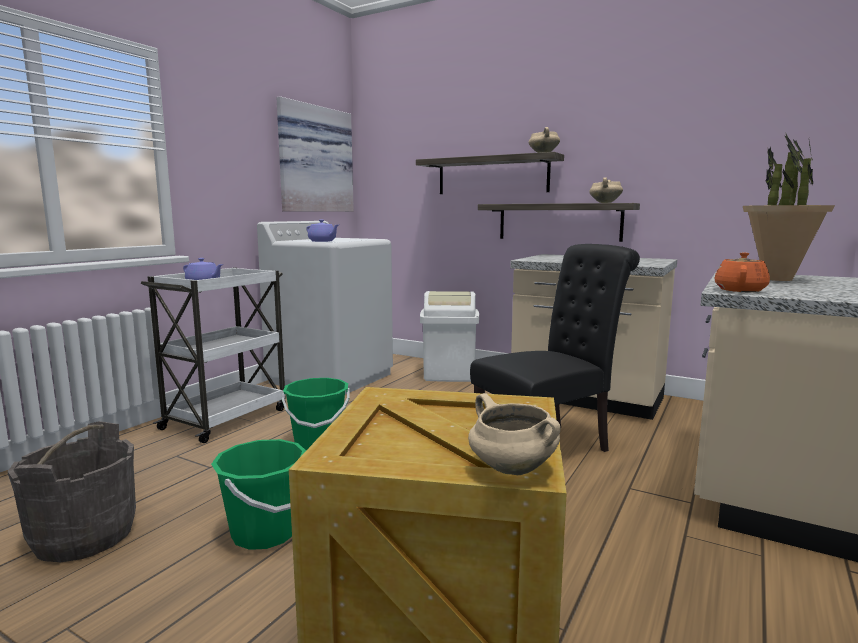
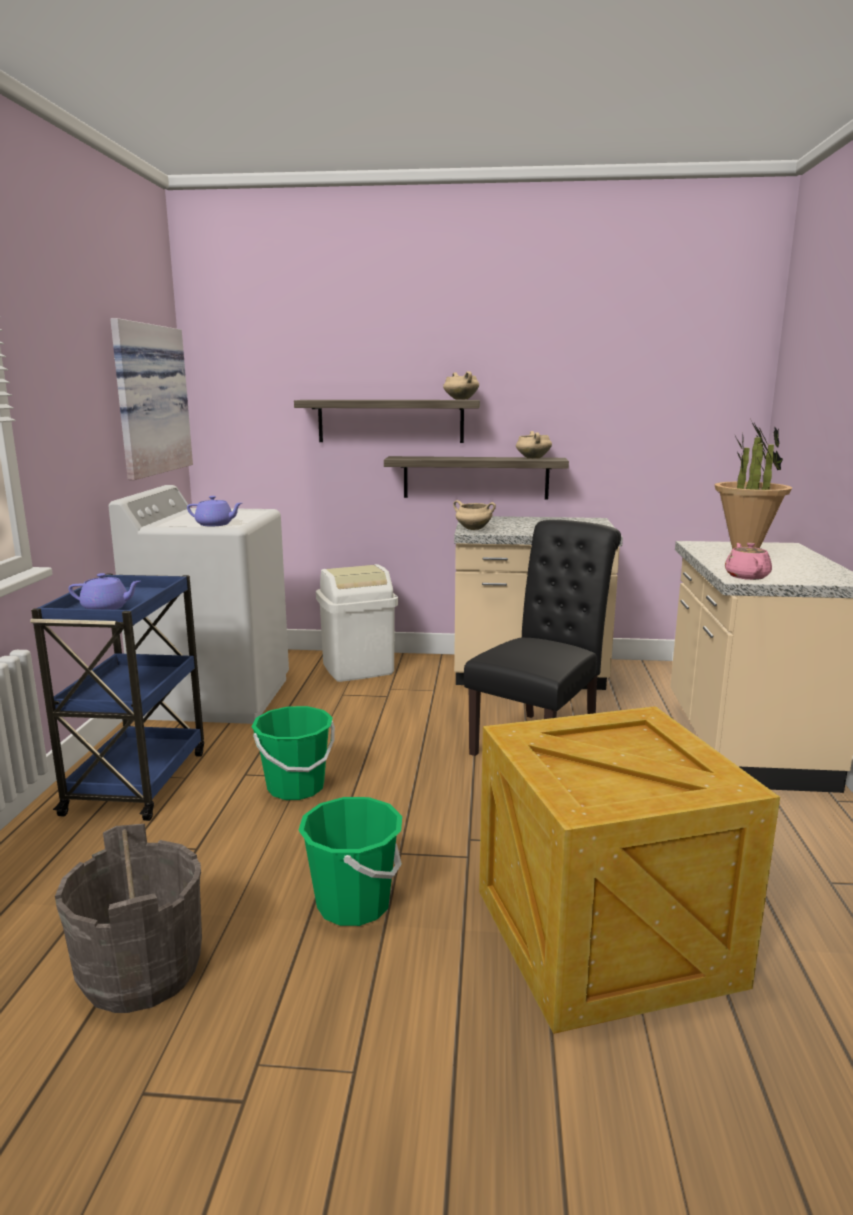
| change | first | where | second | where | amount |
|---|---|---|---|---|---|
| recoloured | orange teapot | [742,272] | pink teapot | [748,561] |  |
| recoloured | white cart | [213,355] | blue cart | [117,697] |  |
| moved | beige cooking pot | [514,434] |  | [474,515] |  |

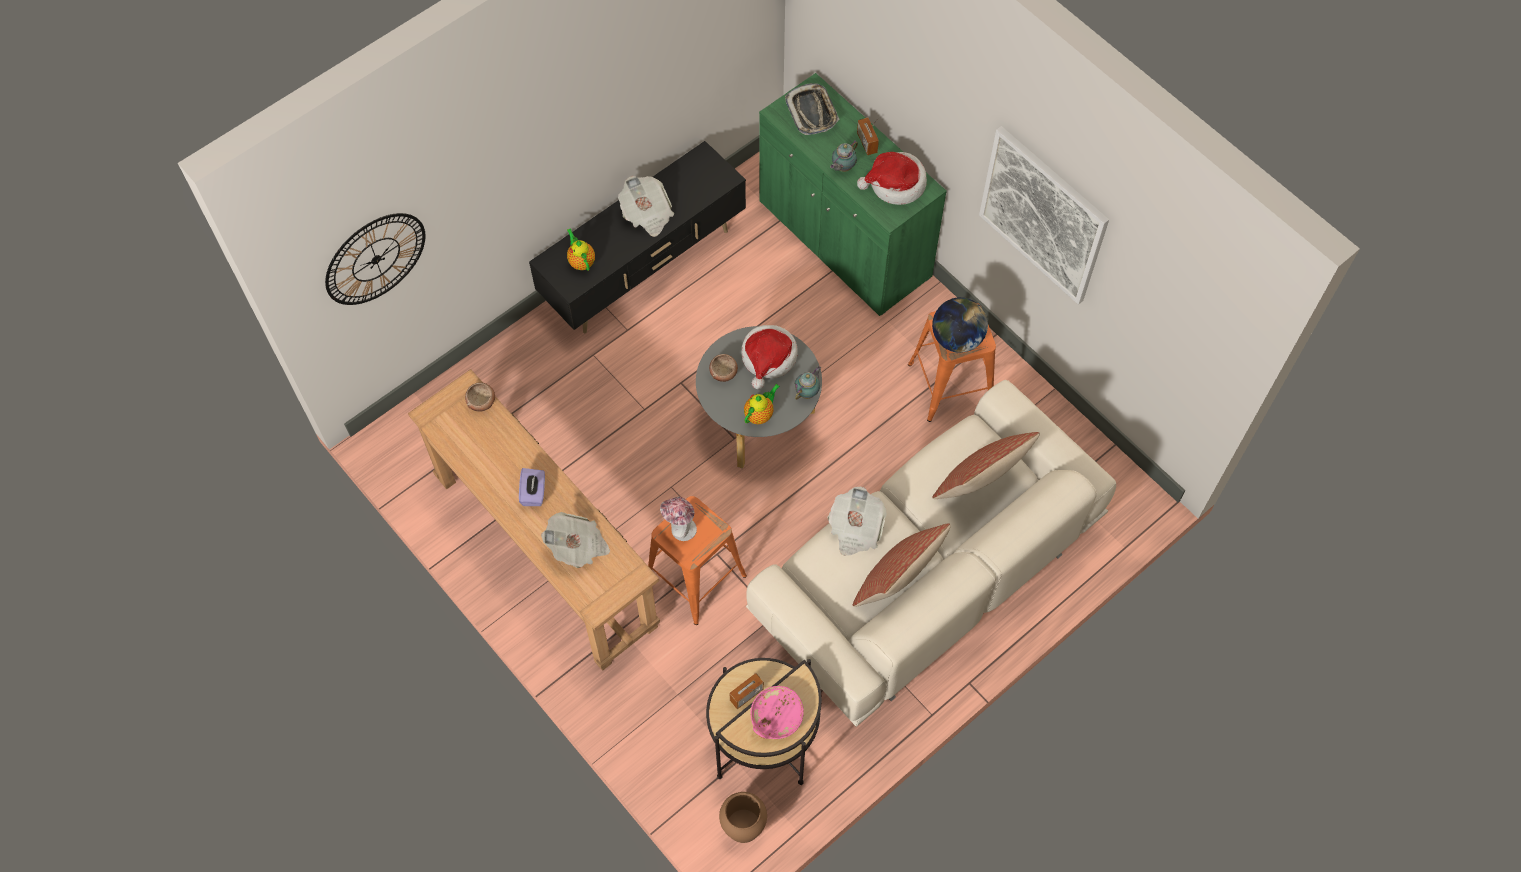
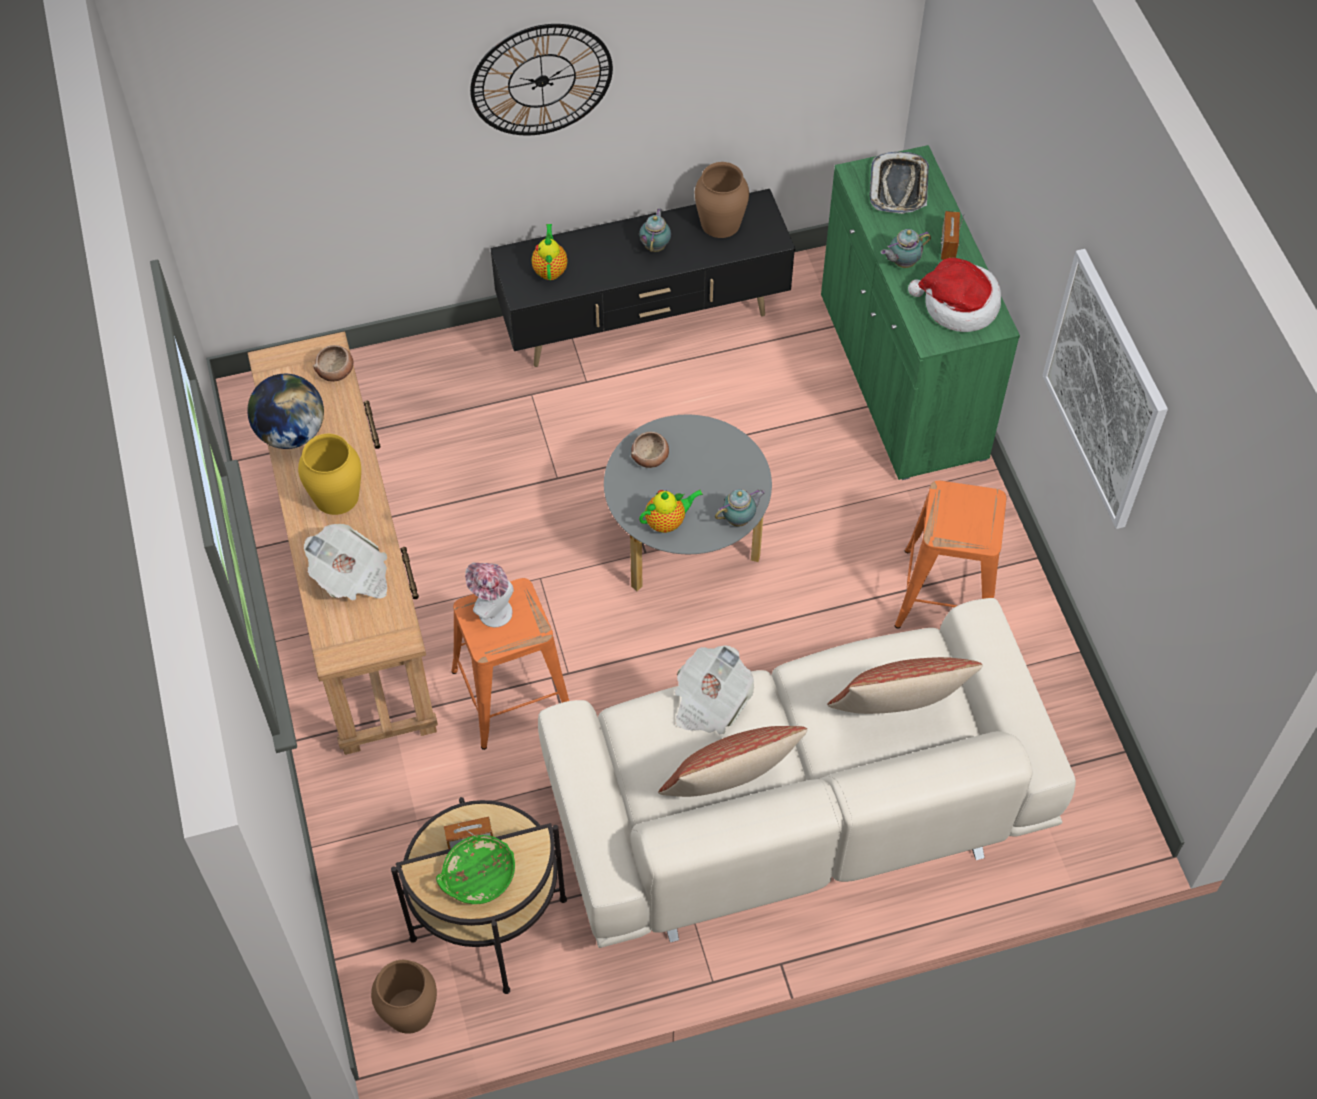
| change | first | where | second | where | amount |
|---|---|---|---|---|---|
| replaced | newspaper | [646,206] | teapot | [655,230] |  |
| moved | wall clock | [375,259] |  | [541,80] |  |
| moved | globe | [960,325] |  | [285,411] |  |
| removed | hat | [769,357] |  |  |  |
| replaced | purple tissue box | [532,487] | yellow vase | [329,474] |  |
| recoloured | pink bowl | [777,712] | green bowl | [475,869] |  |
| added |  |  | brown vase | [722,200] |  |

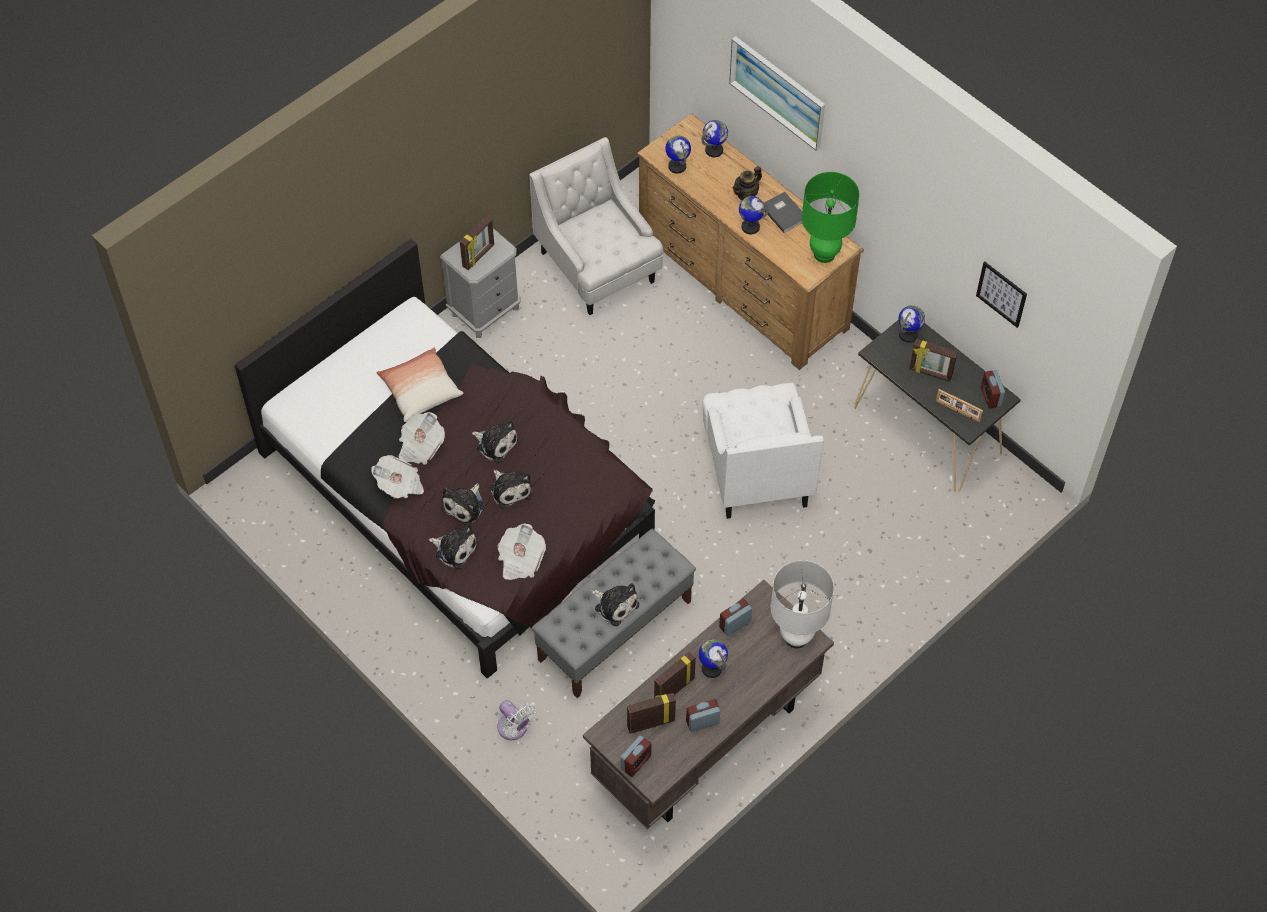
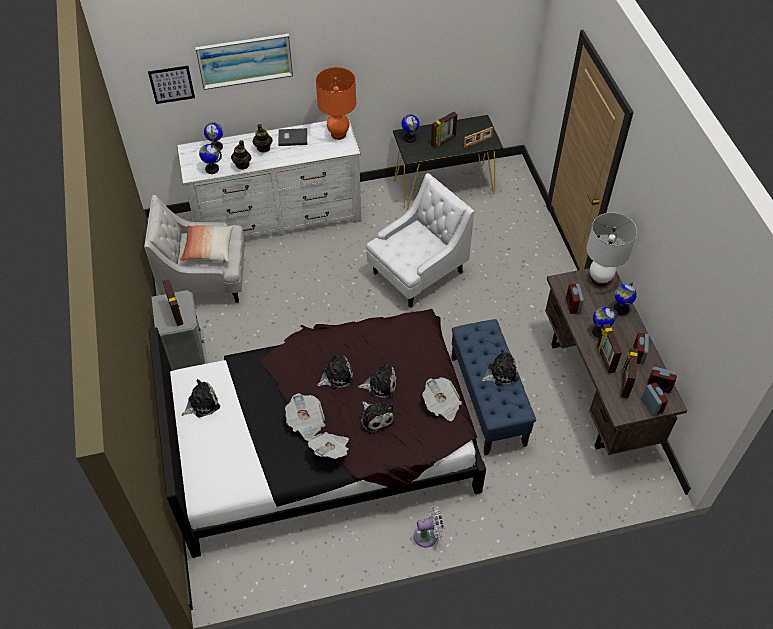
| change | first | where | second | where | amount |
|---|---|---|---|---|---|
| recoloured | brown dresser | [750,241] | white dresser | [269,177] |  |
| recoloured | green table lamp | [831,217] | orange table lamp | [336,103] |  |
| moved | globe | [754,215] |  | [625,299] |  |
| moved | picture | [1001,295] |  | [171,85] |  |
| moved | pillow | [420,384] |  | [206,243] |  |
| moved | alarm clock | [993,389] |  | [662,380] |  |
| turned | white armchair | [763,451] |  | [420,240] | 60 degrees counterclockwise |
| moved | plush toy | [453,546] |  | [201,398] |  |
| recoloured | grey bench | [614,613] | blue bench | [493,387] |  |
| moved | white fan | [516,720] |  | [429,527] |  |
| added |  |  | teapot | [241,154] |  |

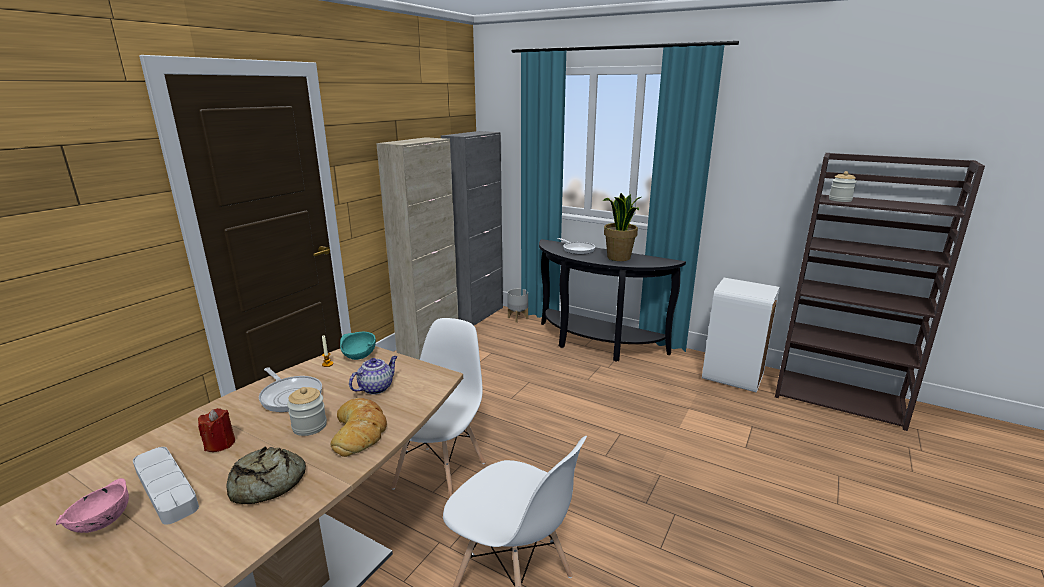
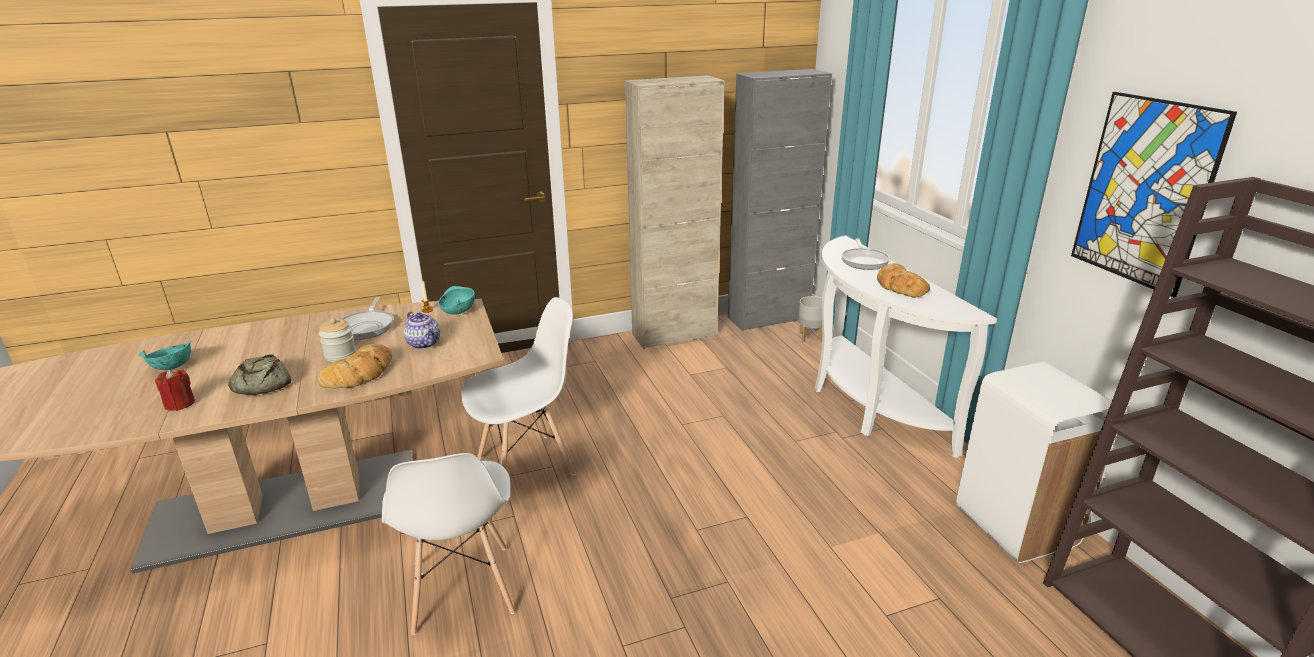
| change | first | where | second | where | amount |
|---|---|---|---|---|---|
| removed | jar | [842,186] |  |  |  |
| replaced | potted plant | [622,227] | bread | [903,280] |  |
| recoloured | black console table | [612,300] | white console table | [906,346] |  |
| turned | teapot | [373,375] |  | [421,330] | 60 degrees clockwise |
| moved | red candle | [216,430] |  | [175,390] |  |
| removed | grey tray | [166,485] |  |  |  |
| recoloured | pink bowl | [92,505] | turquoise bowl | [165,355] |  |
| added |  |  | picture | [1154,195] |  |

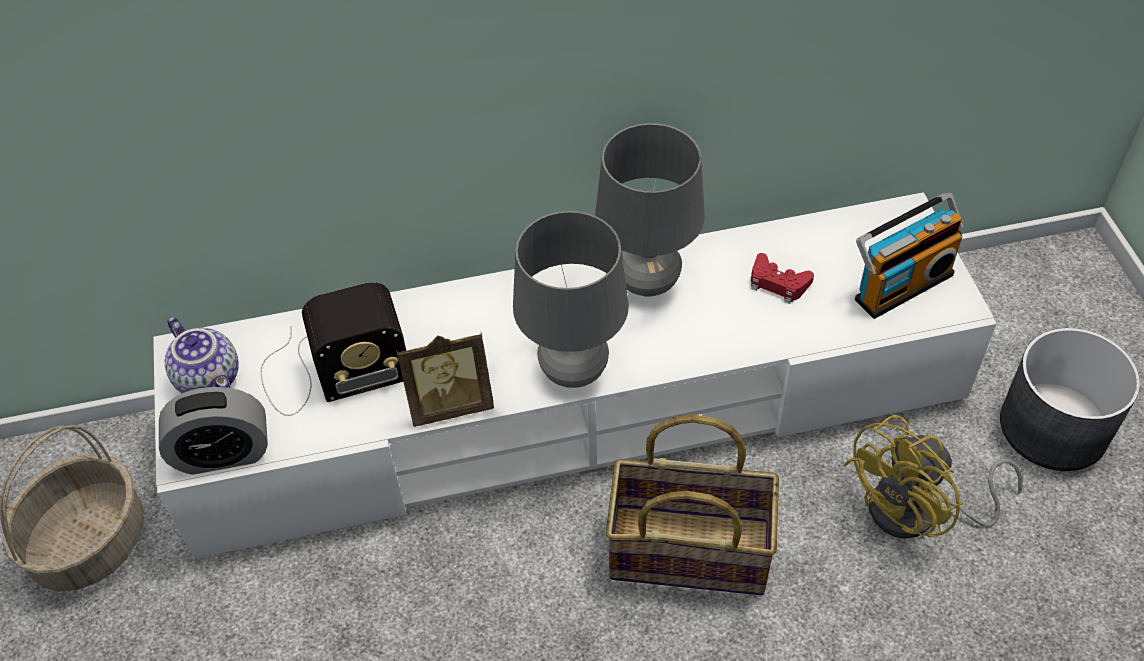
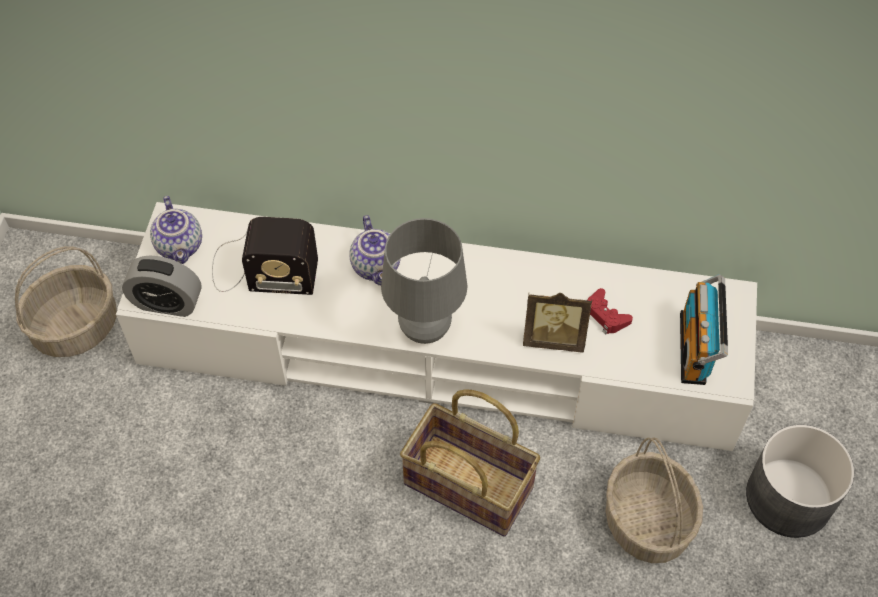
| change | first | where | second | where | amount |
|---|---|---|---|---|---|
| removed | grey table lamp | [650,210] |  |  |  |
| turned | radio | [909,256] |  | [704,329] | 105 degrees clockwise |
| moved | picture frame | [445,379] |  | [557,322] |  |
| replaced | yellow fan | [933,477] | basket | [654,500] |  |
| added |  |  | teapot | [375,250] |  |

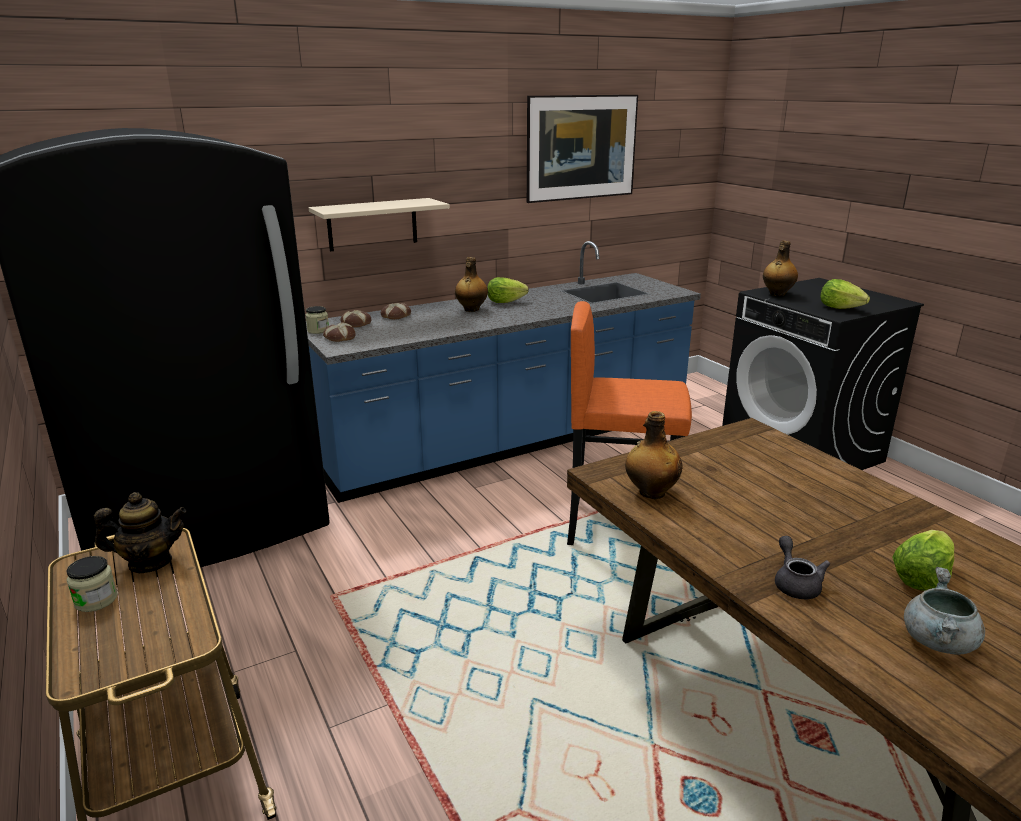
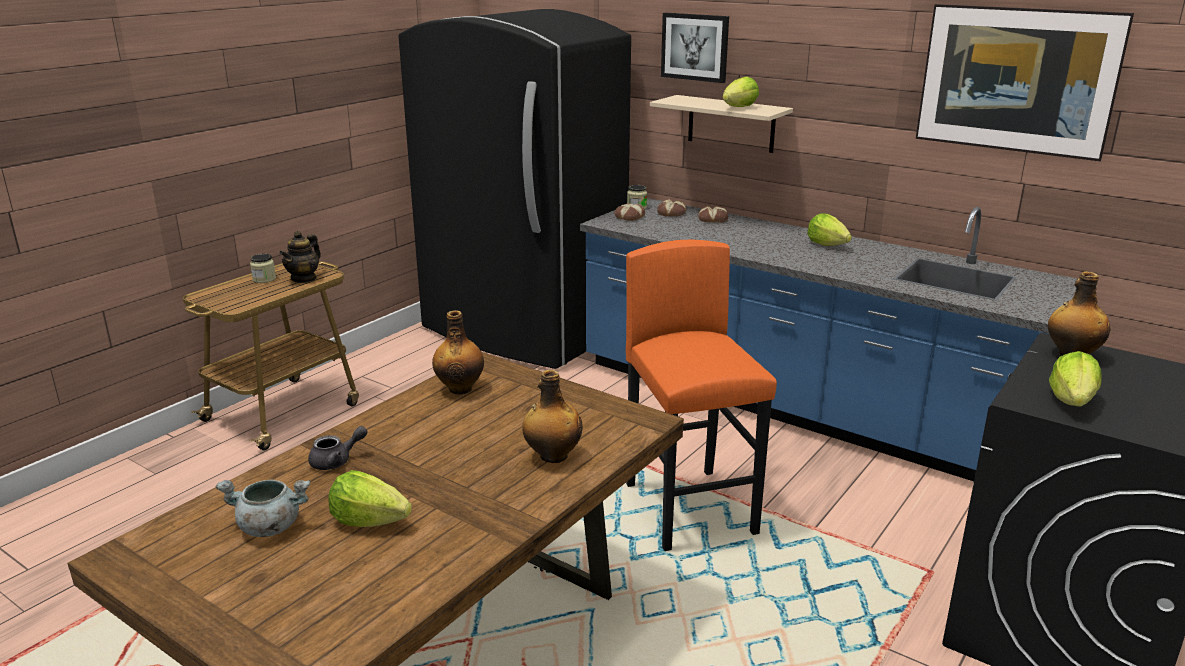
| change | first | where | second | where | amount |
|---|---|---|---|---|---|
| moved | bottle | [471,284] |  | [552,416] |  |
| turned | teapot | [140,532] |  | [300,257] | 60 degrees clockwise |
| added |  |  | picture | [695,48] |  |
| added |  |  | lettuce | [741,92] |  |

